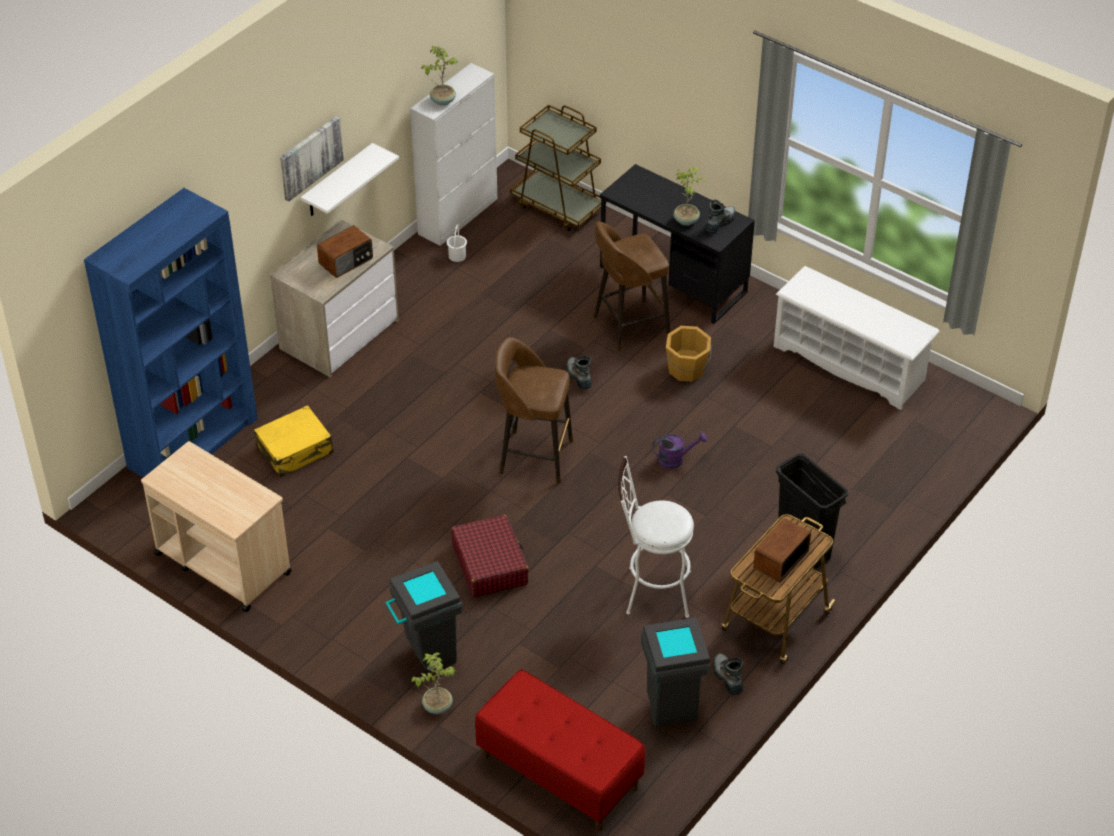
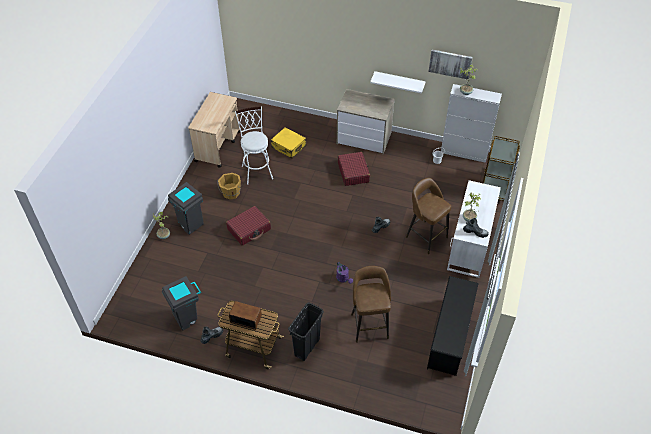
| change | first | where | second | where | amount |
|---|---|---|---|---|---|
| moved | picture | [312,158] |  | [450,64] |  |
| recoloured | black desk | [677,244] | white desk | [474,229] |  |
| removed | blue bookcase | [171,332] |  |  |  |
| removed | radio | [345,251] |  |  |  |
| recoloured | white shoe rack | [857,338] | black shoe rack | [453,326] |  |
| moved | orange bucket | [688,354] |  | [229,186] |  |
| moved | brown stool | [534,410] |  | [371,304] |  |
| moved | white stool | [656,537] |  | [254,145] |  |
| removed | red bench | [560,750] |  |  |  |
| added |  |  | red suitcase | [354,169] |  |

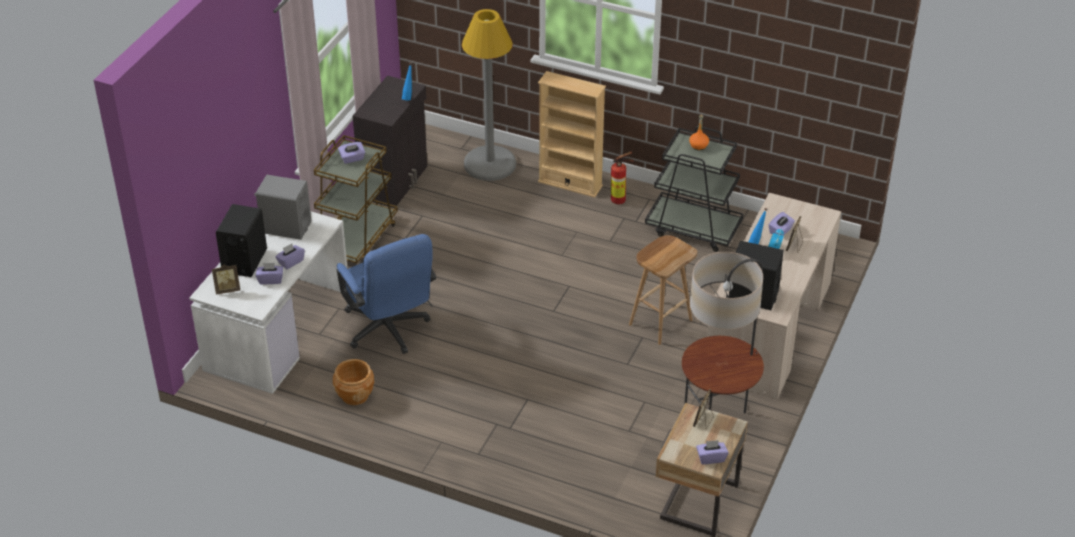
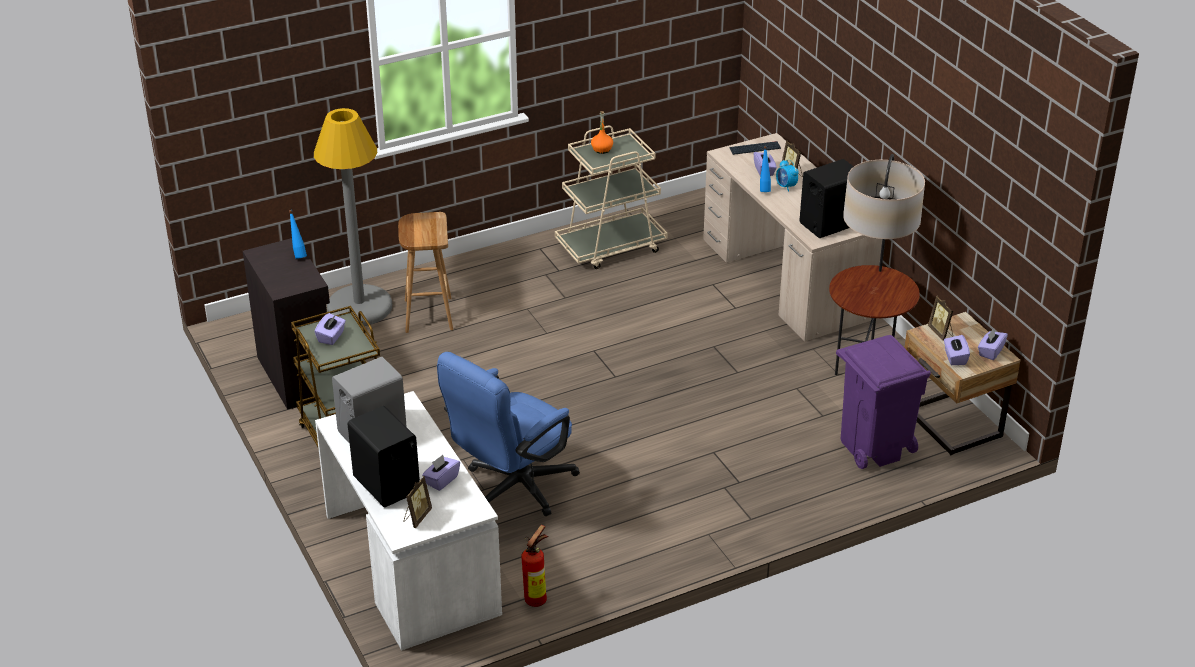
| change | first | where | second | where | amount |
|---|---|---|---|---|---|
| removed | beige bookcase | [572,134] |  |  |  |
| recoloured | black cart | [694,189] | beige cart | [611,197] |  |
| moved | fire extinguisher | [622,178] |  | [535,566] |  |
| turned | blue office chair | [386,294] |  | [508,434] | 120 degrees clockwise |
| moved | brown stool | [663,290] |  | [425,272] |  |
| moved | purple tissue box | [290,256] |  | [957,350] |  |
| removed | brown planter | [354,382] |  |  |  |
| added |  |  | keyboard | [755,148] |  |
| added |  |  | purple trash can | [883,402] |  |

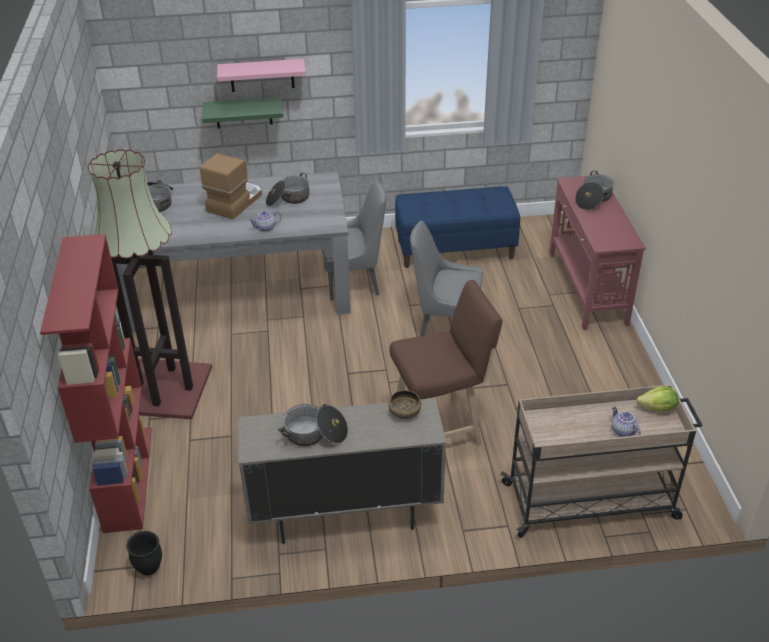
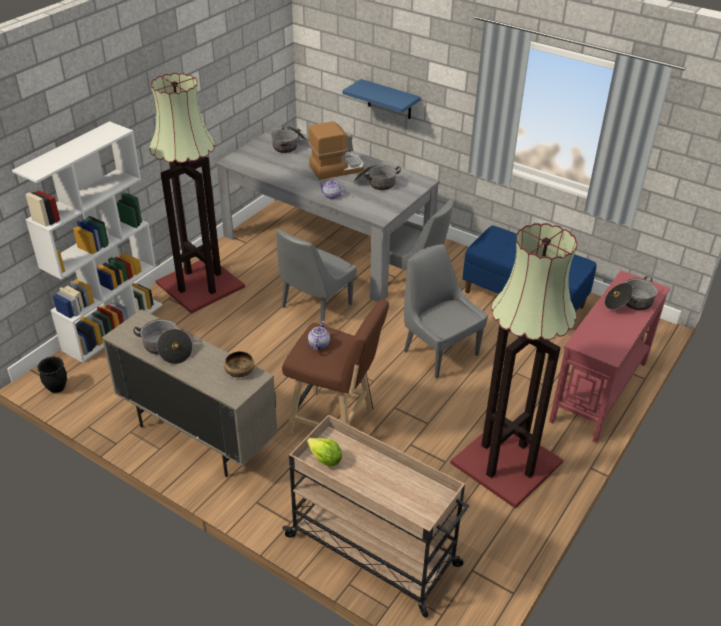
| change | first | where | second | where | amount |
|---|---|---|---|---|---|
| removed | pink shelf | [261,75] |  |  |  |
| recoloured | green shelf | [242,113] | blue shelf | [381,99] |  |
| recoloured | red bookcase | [96,383] | white bookcase | [87,242] |  |
| moved | lettuce | [658,399] |  | [324,452] |  |
| moved | teapot | [626,421] |  | [319,336] |  |
| added |  |  | floor lamp | [513,365] |  |
| added |  |  | grey chair | [317,276] |  |

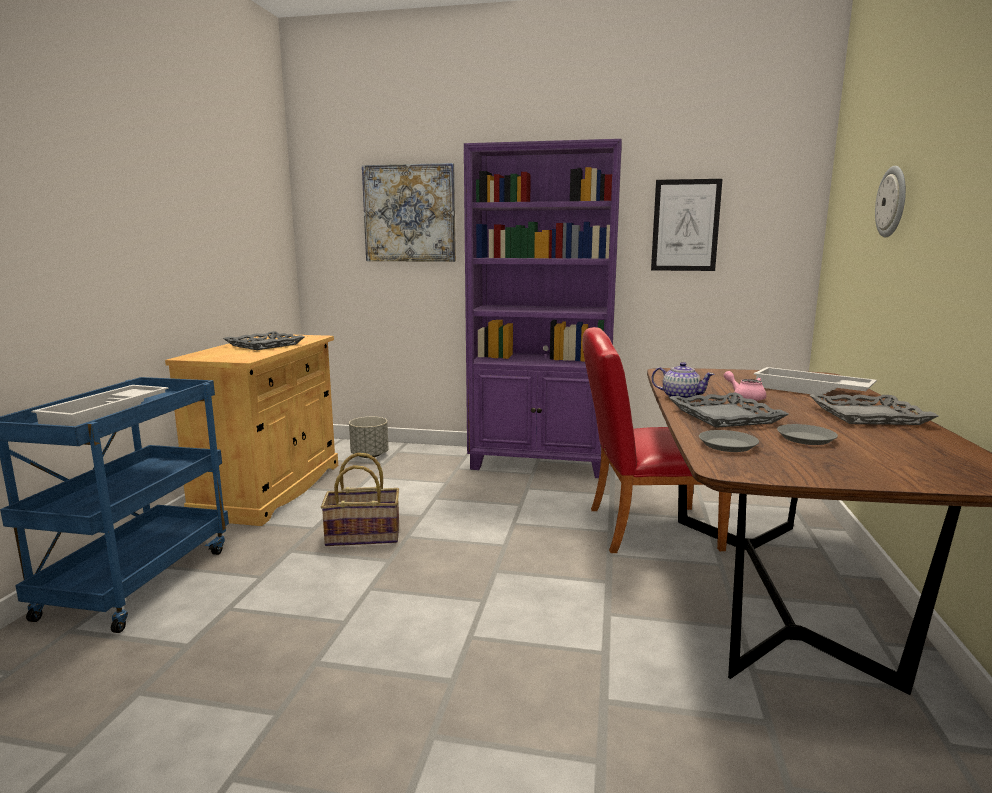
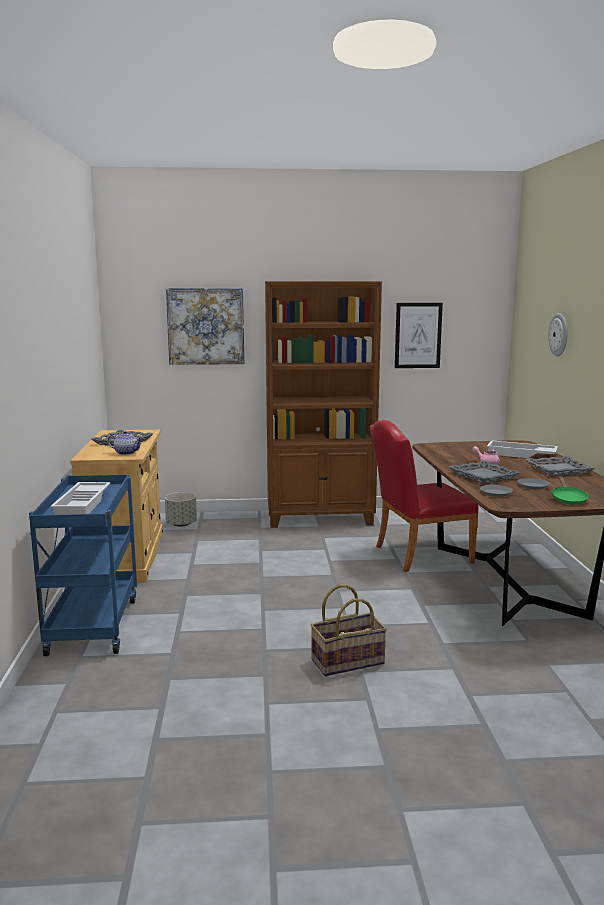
| change | first | where | second | where | amount |
|---|---|---|---|---|---|
| recoloured | purple bookcase | [543,308] | brown bookcase | [323,404] |  |
| moved | teapot | [683,380] |  | [125,443] |  |
| moved | basket | [360,499] |  | [348,630] |  |
| added |  |  | green frying pan | [570,490] |  |

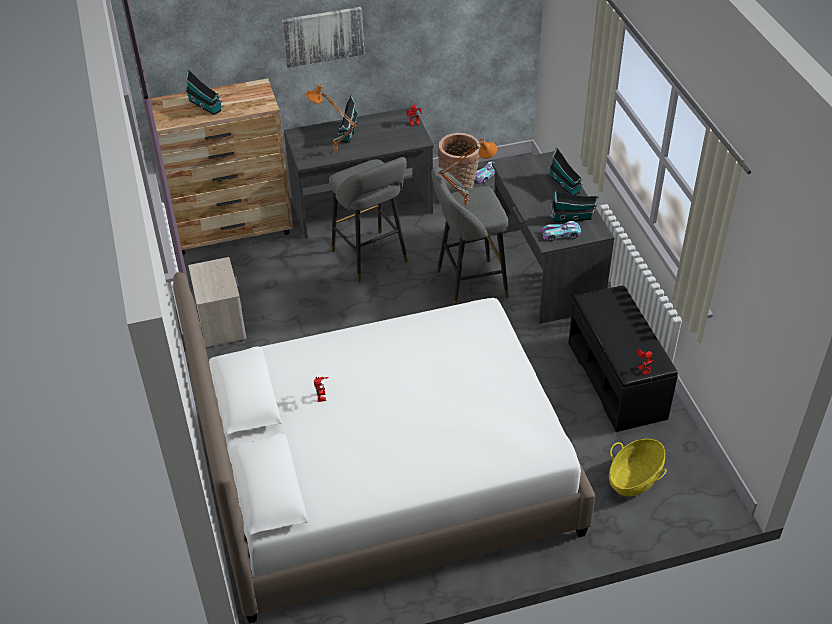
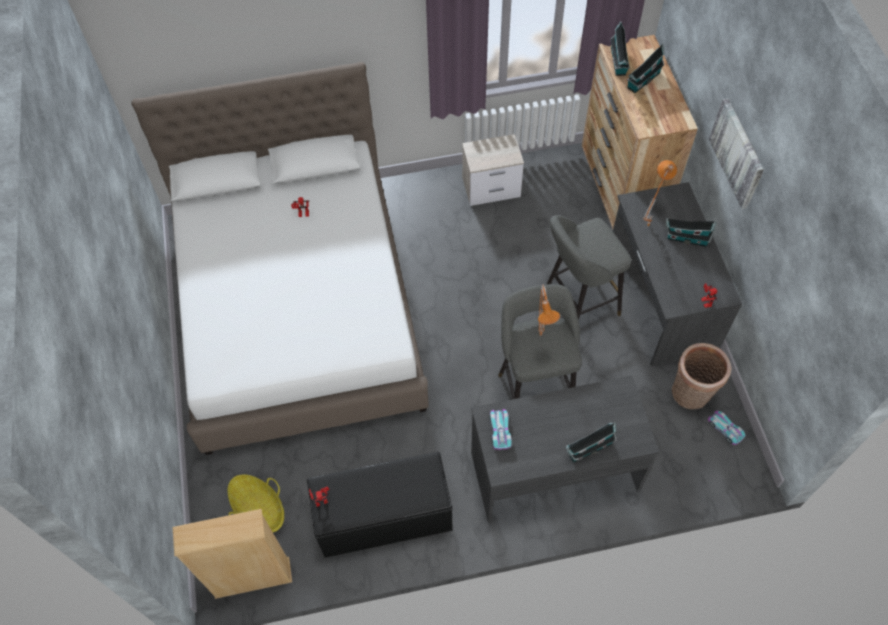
| change | first | where | second | where | amount |
|---|---|---|---|---|---|
| moved | toy house | [575,207] |  | [620,48] |  |
| added |  |  | beige bookcase | [232,554] |  |

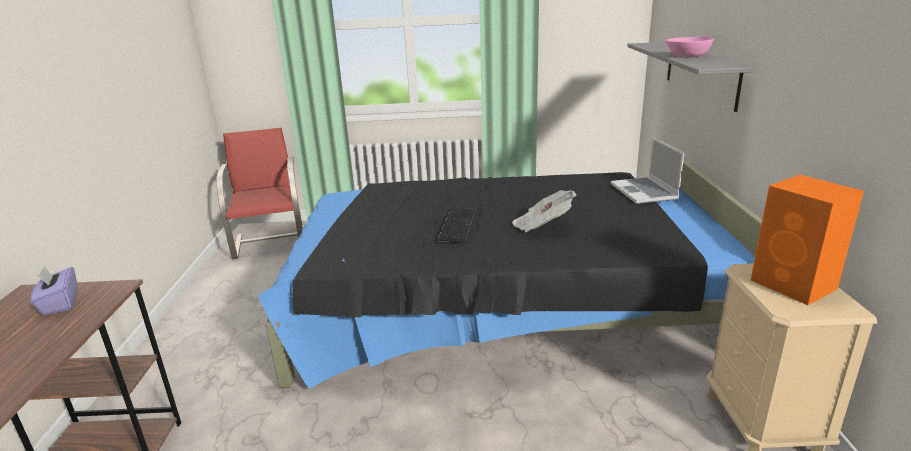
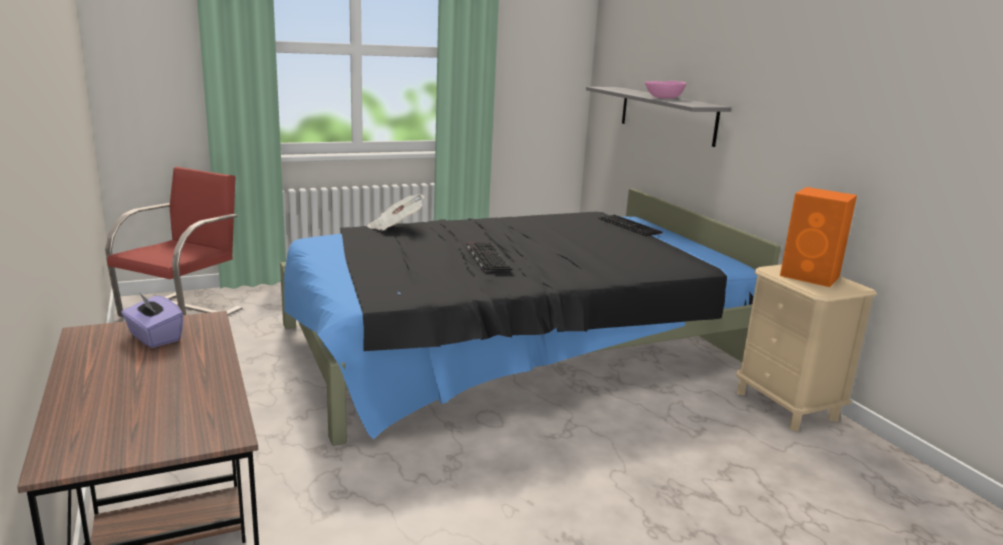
| change | first | where | second | where | amount |
|---|---|---|---|---|---|
| turned | red chair | [260,193] |  | [174,242] | 60 degrees clockwise |
| replaced | laptop | [647,170] | keyboard | [631,225] |  |
| moved | newspaper | [544,211] |  | [396,212] |  |

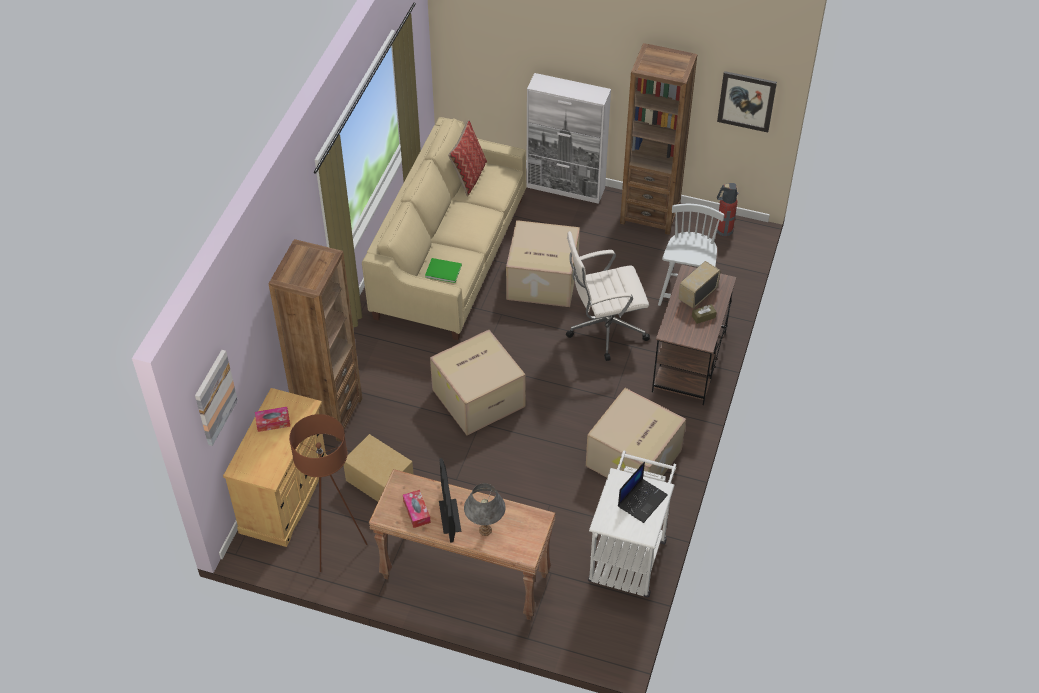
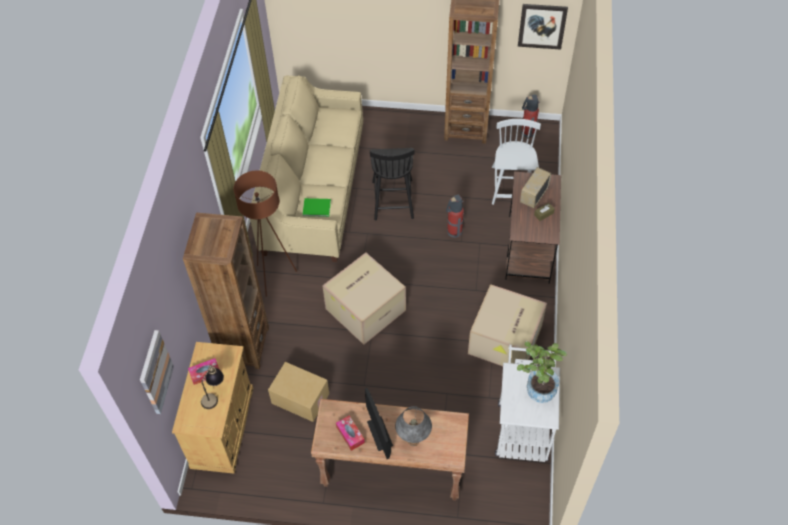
| change | first | where | second | where | amount |
|---|---|---|---|---|---|
| removed | white cabinet | [568,138] |  |  |  |
| removed | pillow | [467,158] |  |  |  |
| replaced | cardboard box | [543,263] | black chair | [392,184] |  |
| replaced | white office chair | [608,296] | fire extinguisher | [455,216] |  |
| moved | brown floor lamp | [328,493] |  | [265,234] |  |
| replaced | laptop | [643,492] | potted plant | [542,372] |  |
| added |  |  | table lamp | [212,386] |  |

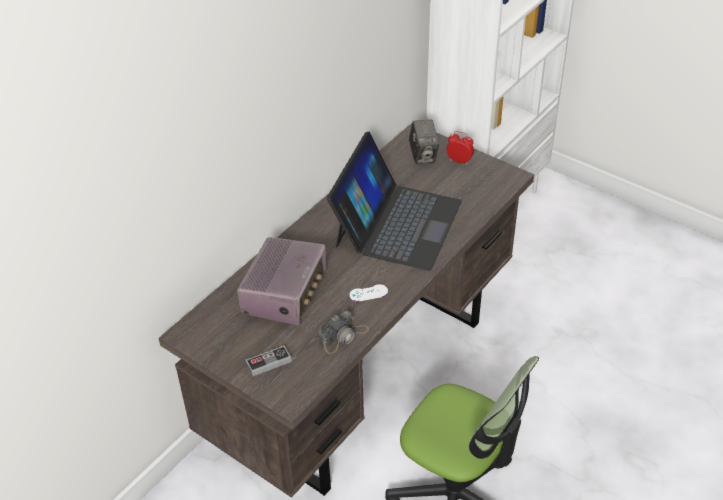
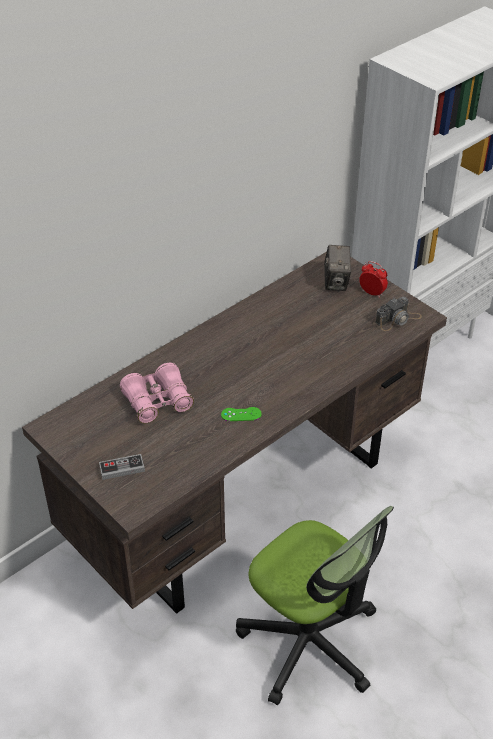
| change | first | where | second | where | amount |
|---|---|---|---|---|---|
| removed | laptop | [394,201] |  |  |  |
| replaced | radio | [281,281] | pink binoculars | [157,393] |  |
| recoloured | white game controller | [369,293] | green game controller | [241,414] |  |
| moved | photo camera | [343,332] |  | [398,314] |  |

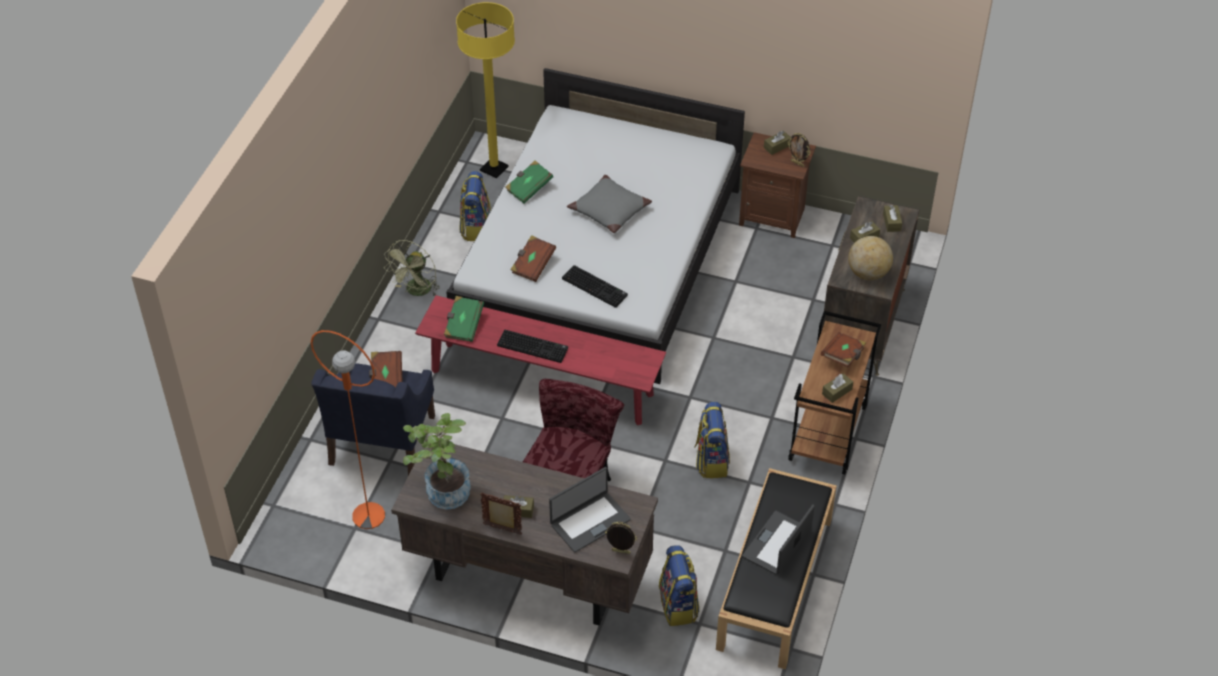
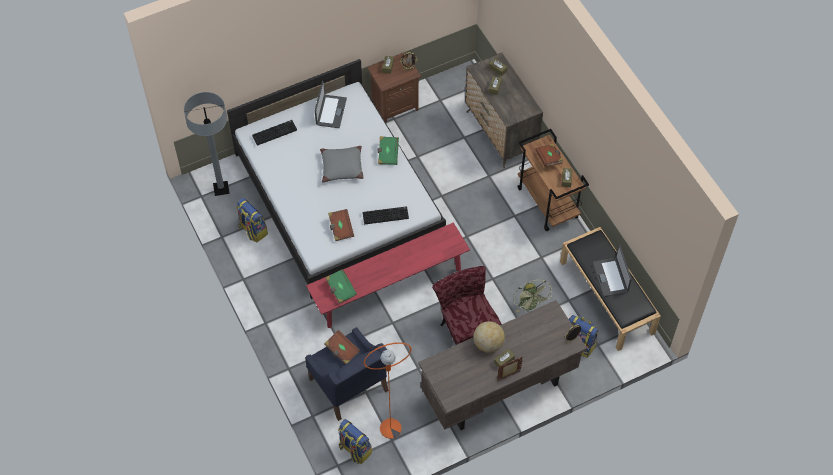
| change | first | where | second | where | amount |
|---|---|---|---|---|---|
| recoloured | yellow floor lamp | [485,90] | grey floor lamp | [207,144] |  |
| moved | green book | [529,182] |  | [388,150] |  |
| moved | globe | [870,258] |  | [489,337] |  |
| moved | green fan | [412,268] |  | [532,296] |  |
| moved | keyboard | [532,346] |  | [274,133] |  |
| moved | backpack | [712,440] |  | [355,441] |  |
| removed | potted plant | [437,461] |  |  |  |
| moved | laptop | [590,510] |  | [331,104] |  |

